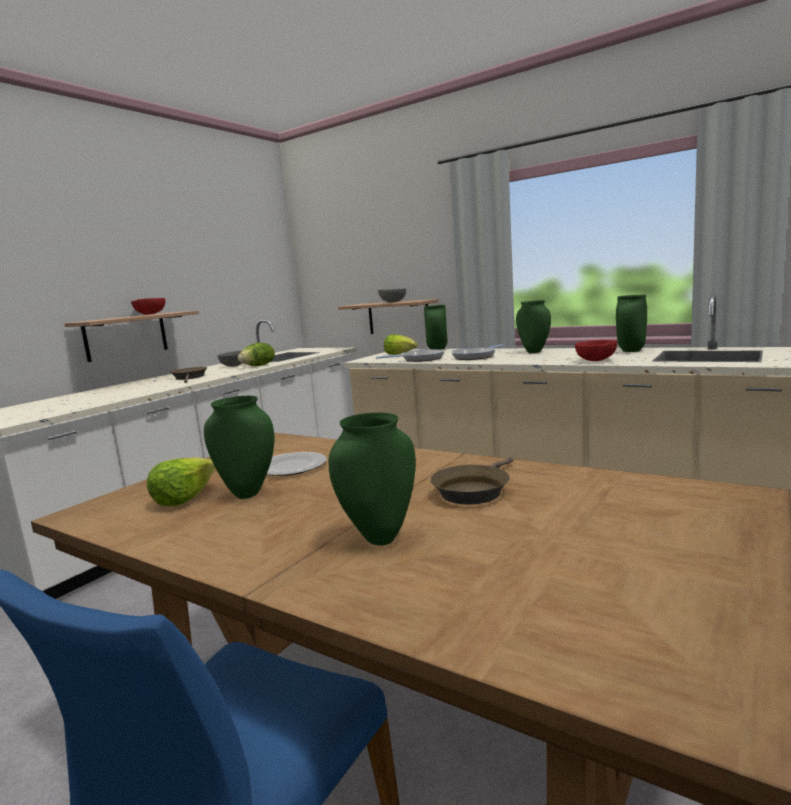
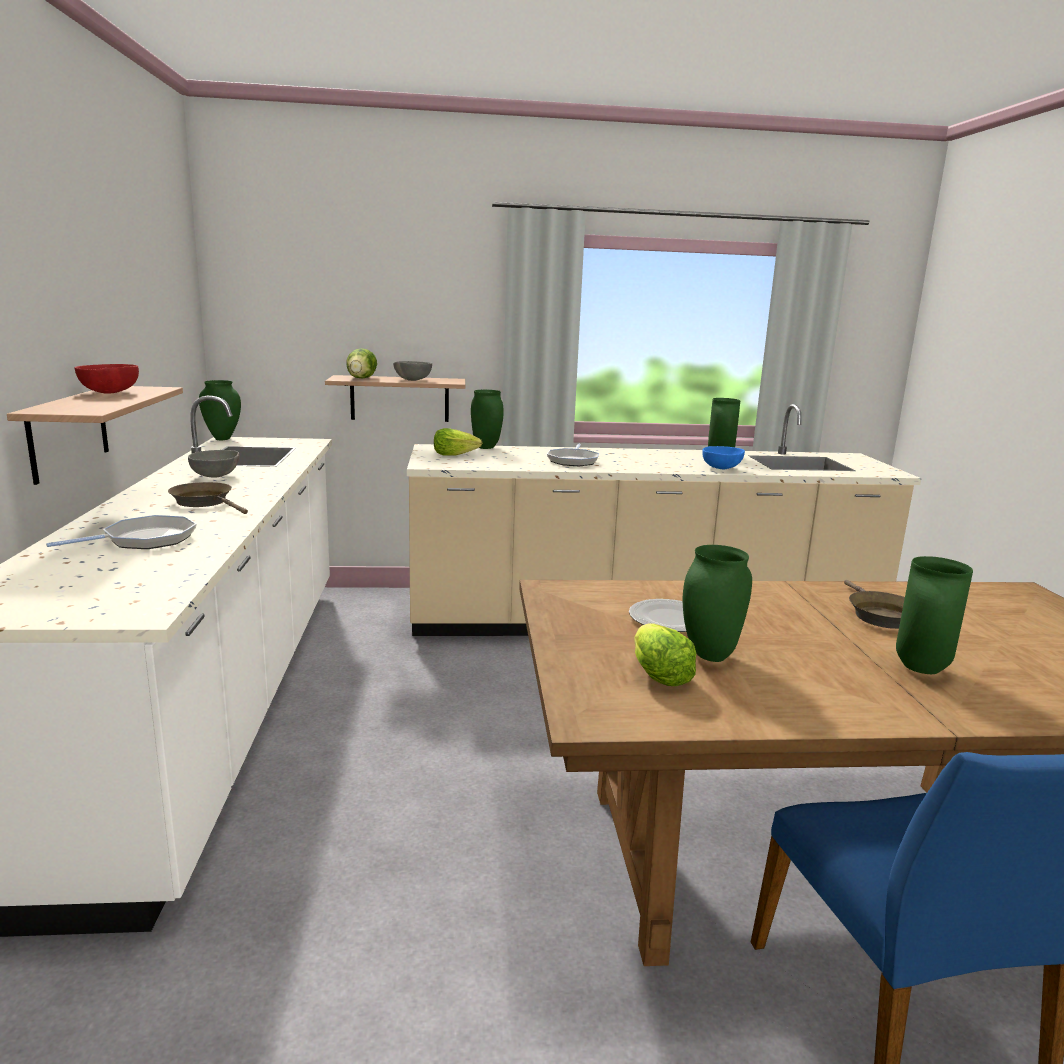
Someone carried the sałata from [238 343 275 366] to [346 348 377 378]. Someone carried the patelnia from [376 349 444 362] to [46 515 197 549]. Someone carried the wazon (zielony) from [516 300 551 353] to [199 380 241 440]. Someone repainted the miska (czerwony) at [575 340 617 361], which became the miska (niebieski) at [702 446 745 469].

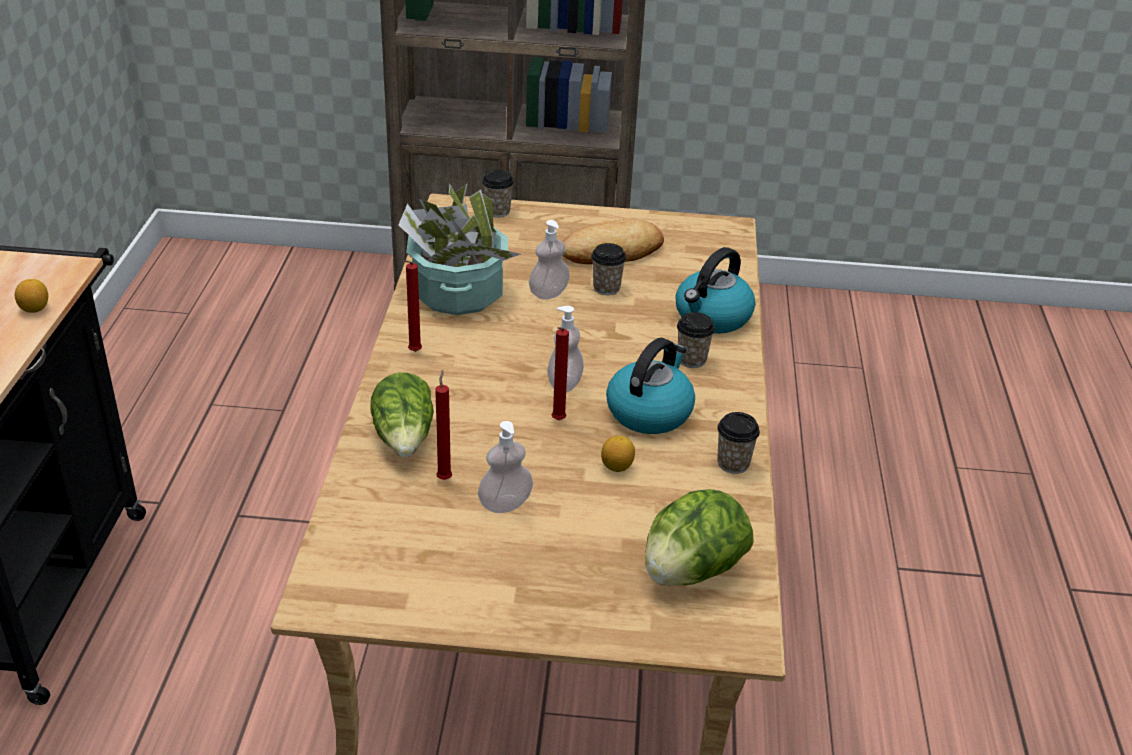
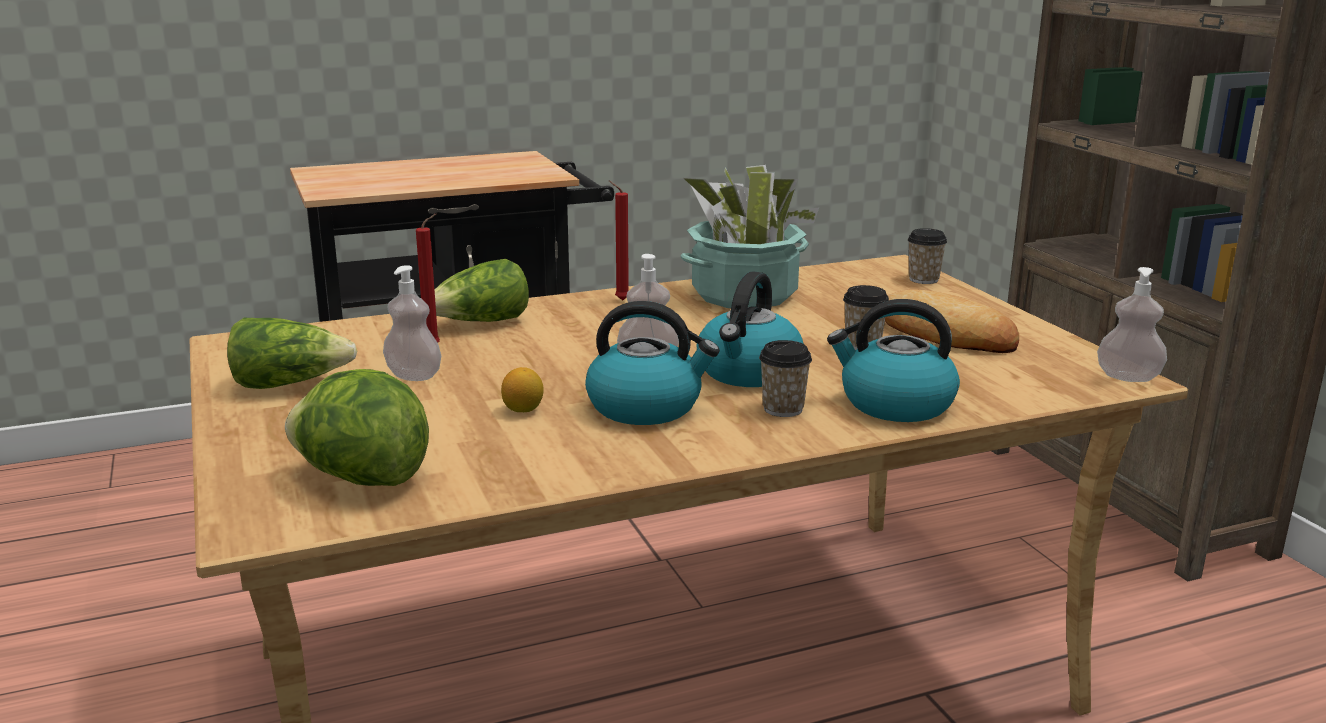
Someone took away the cytryna at [15 279 48 313]. Someone carried the dozownik mydła from [529 220 570 299] to [1097 267 1167 382]. Someone took away the świeca (czerwony) at [552 327 569 420]. Someone took away the filiżanka at [717 412 760 474]. Someone put down the sałata at [227 318 357 389]. Someone put down the czajnik at [697 272 804 387].

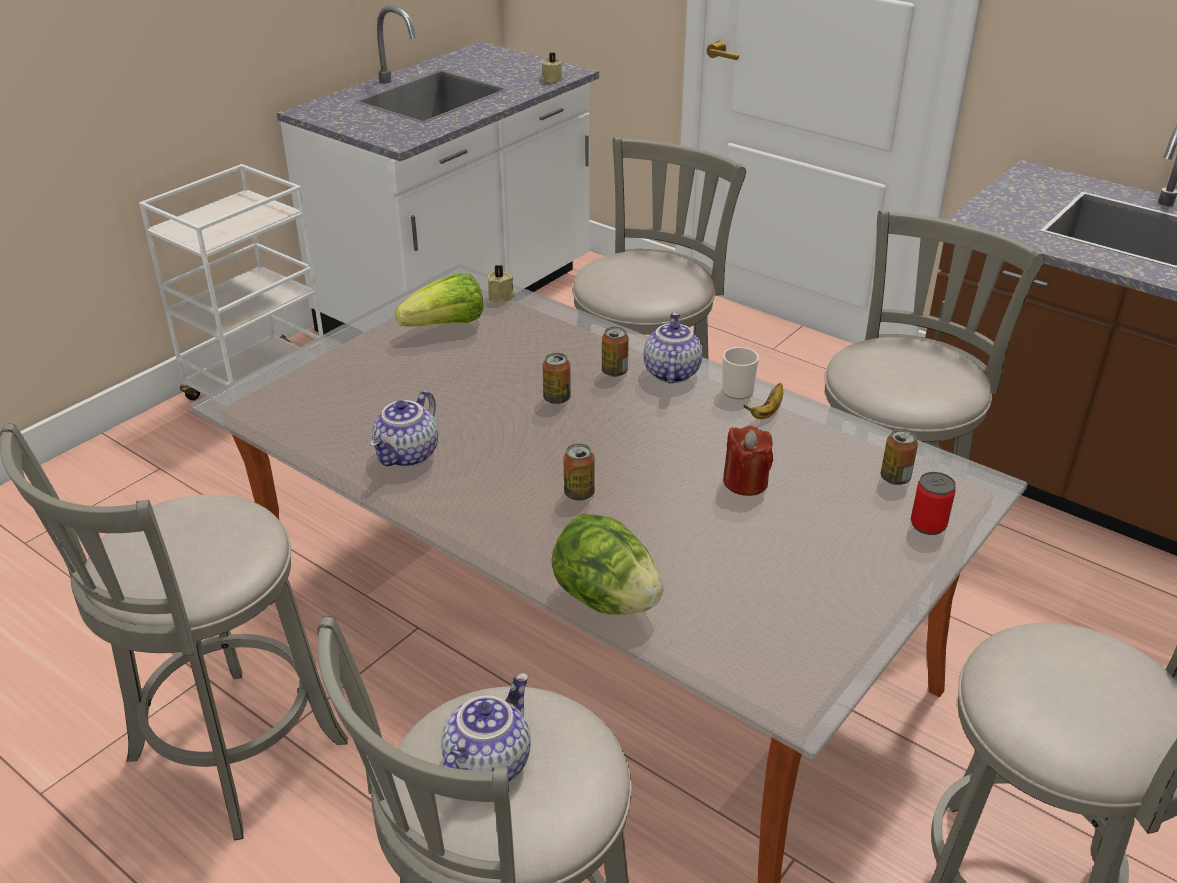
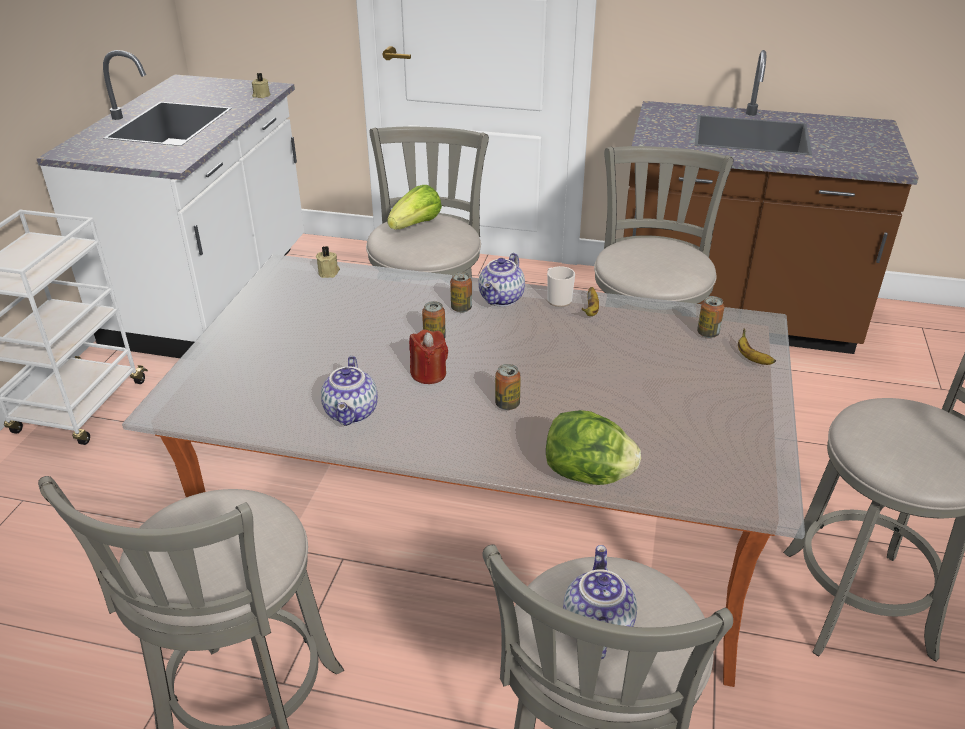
Someone carried the sałata from [395 273 484 327] to [387 185 442 230]. Someone rotated the imbryk at [643 312 703 383] by 135 degrees counterclockwise. Someone carried the świeca (czerwony) from [723 426 773 496] to [409 329 448 384]. Someone swapped the puszka at [911 472 956 535] for the banan at [738 328 776 365].

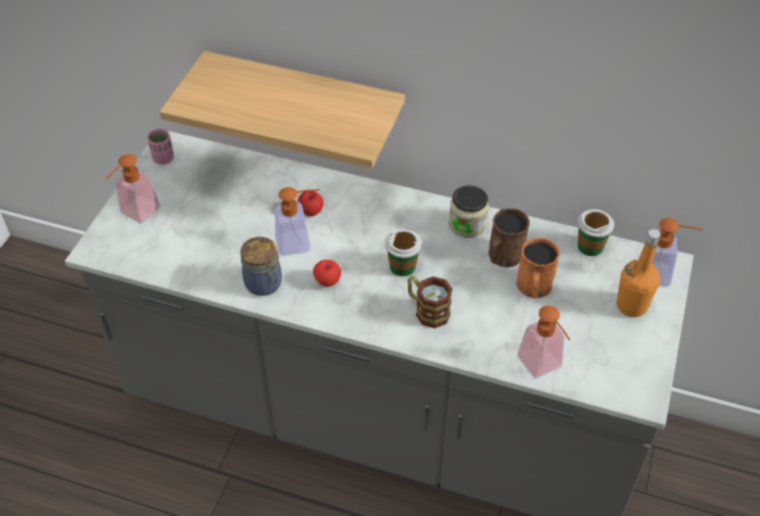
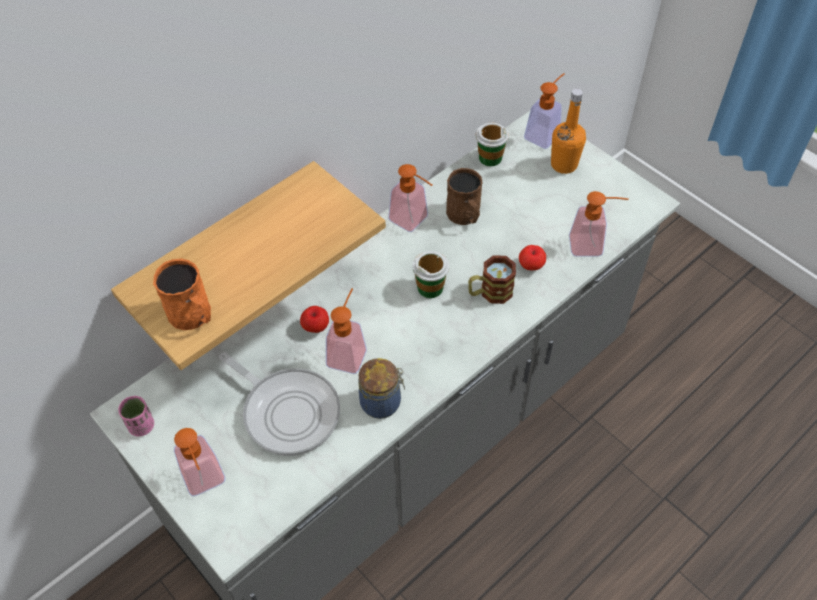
Someone carried the jabłko from [313 260 341 287] to [519 245 546 270]. Someone swapped the słoik at [449 186 489 238] for the dozownik mydła at [388 164 432 232]. Someone carried the kubek (pomarańczowy) from [516 238 560 298] to [153 258 211 330]. Someone put down the patelnia at [219 352 340 456].

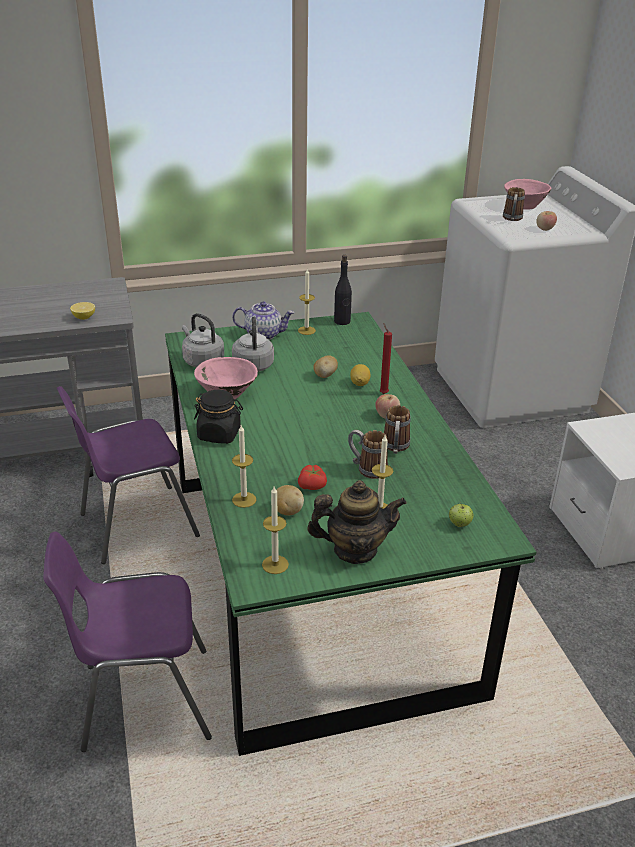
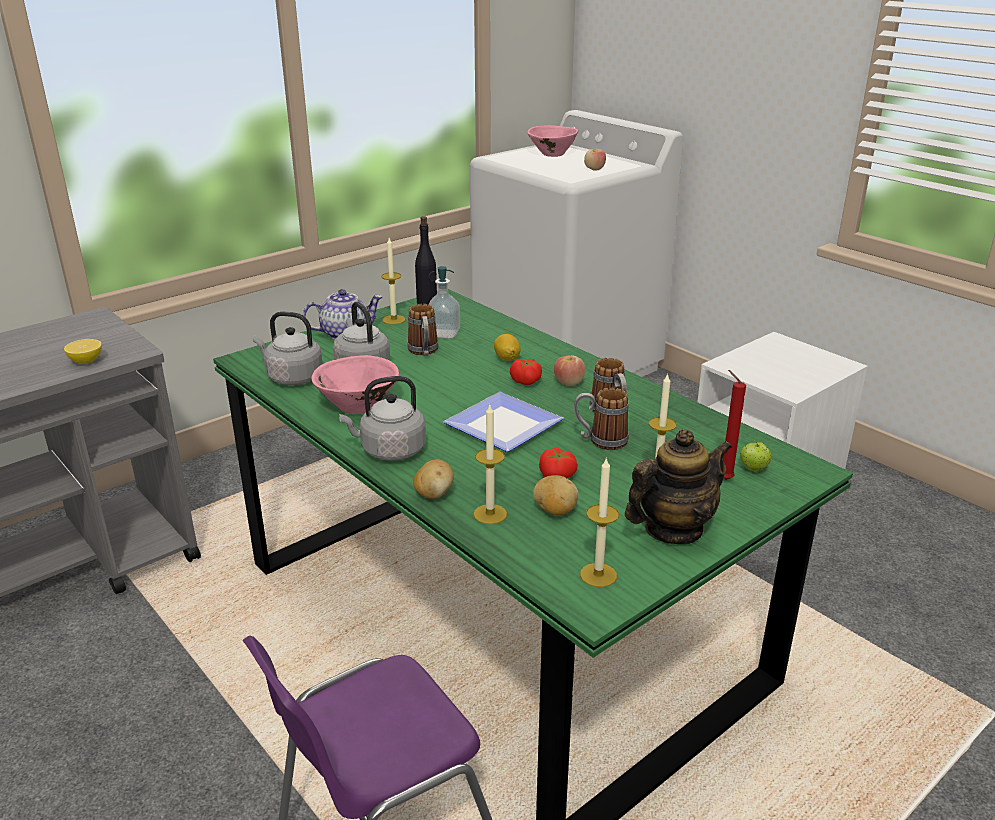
Someone took away the krzesło (fioletowy) at [57 386 200 564]. Someone swapped the słoik (czarny) at [194 390 243 444] for the czajnik (szary) at [339 376 426 461]. Someone carried the ziemniak from [313 355 338 378] to [413 459 454 499]. Someone carried the świeca (czerwony) from [379 323 392 394] to [723 370 746 480]. Someone carried the kubek from [503 187 525 221] to [407 304 439 356]. Someone put down the dozownik mydła at [429 266 460 338]. Someone put down the talerz at [443 392 564 452]. Someone put down the pomidor at [510 359 542 385].

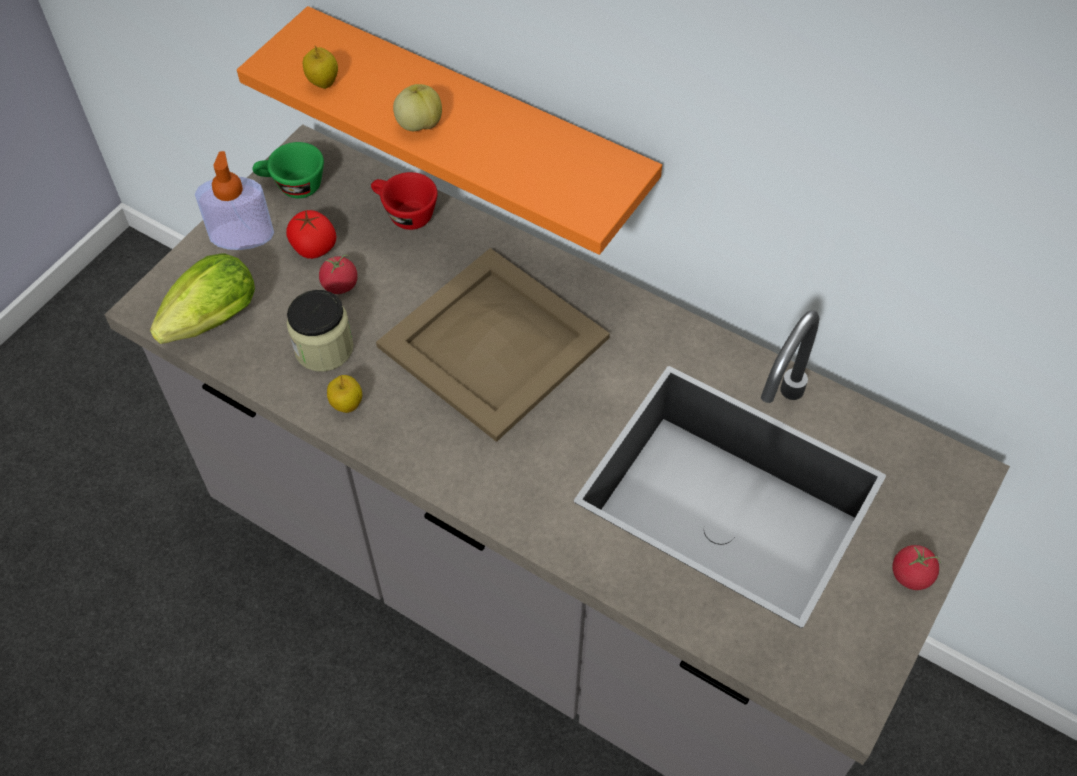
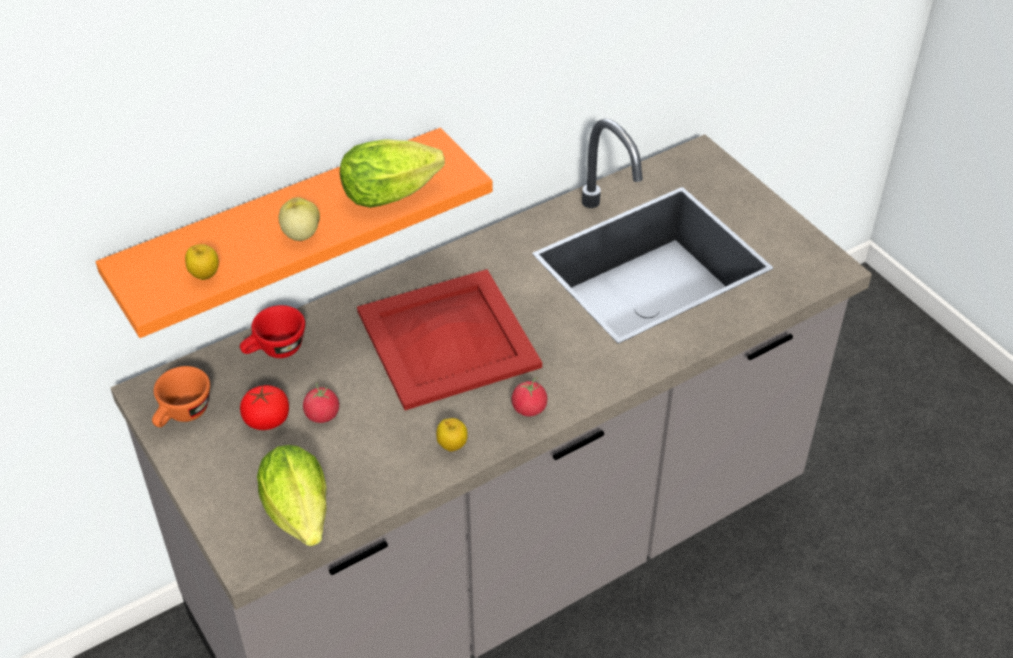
Someone took away the dozownik mydła at [195 151 274 250]. Someone repainted the filiżanka (zielony) at [252 142 324 198], which became the filiżanka (pomarańczowy) at [152 366 210 427]. Someone took away the słoik at [287 290 354 372]. Someone repainted the taca (beżowy) at [376 248 610 442], which became the taca (czerwony) at [357 269 542 410]. Someone carried the pomidor from [893 545 941 590] to [512 377 548 416]. Someone put down the sałata at [340 139 445 208].

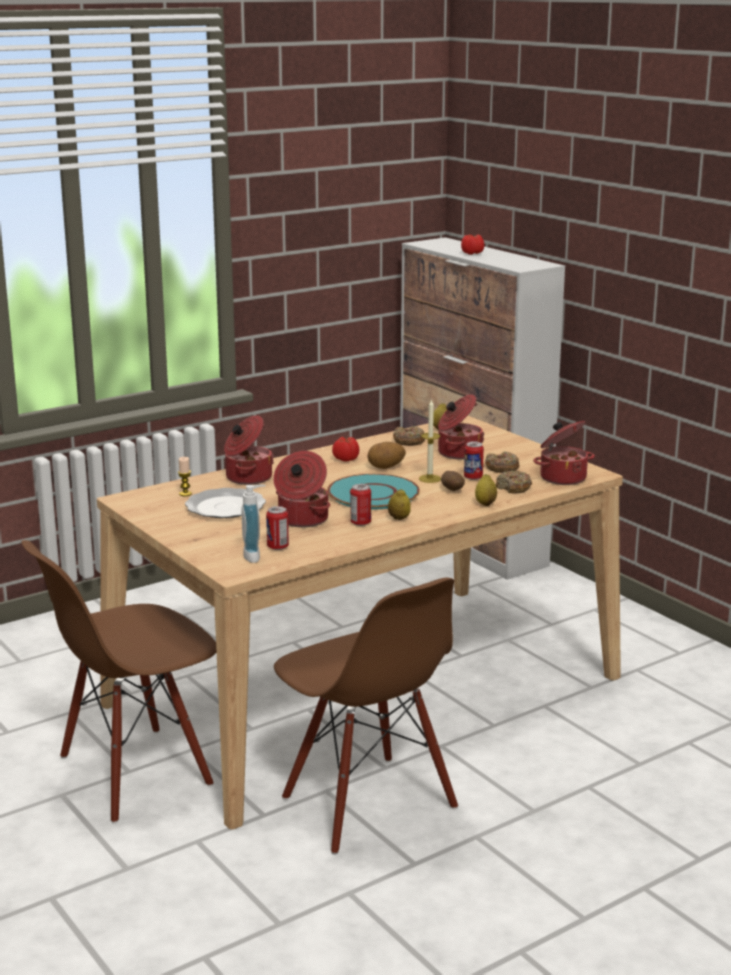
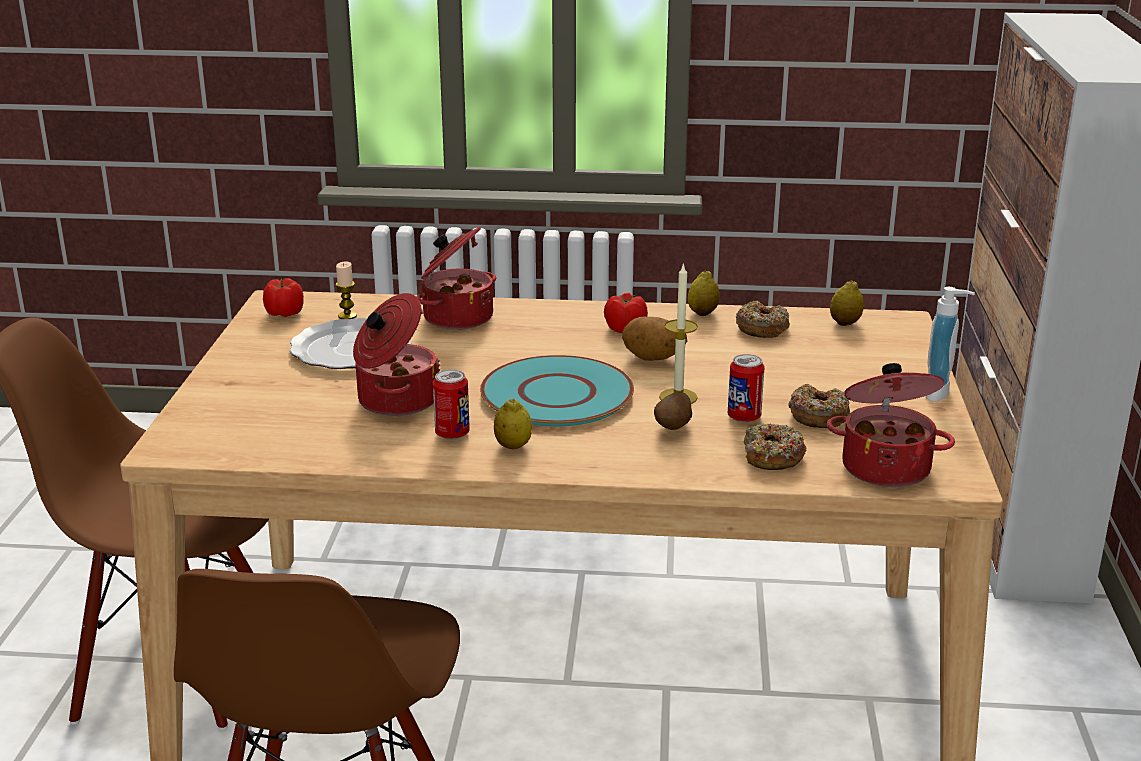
Someone carried the dozownik mydła from [241 485 266 563] to [926 287 975 401]. Someone took away the puszka at [266 506 289 550]. Someone took away the garnek at [438 394 485 460]. Someone carried the pomidor from [461 235 484 255] to [263 279 304 317]. Someone carried the cytryna from [475 474 497 506] to [688 270 720 316].

